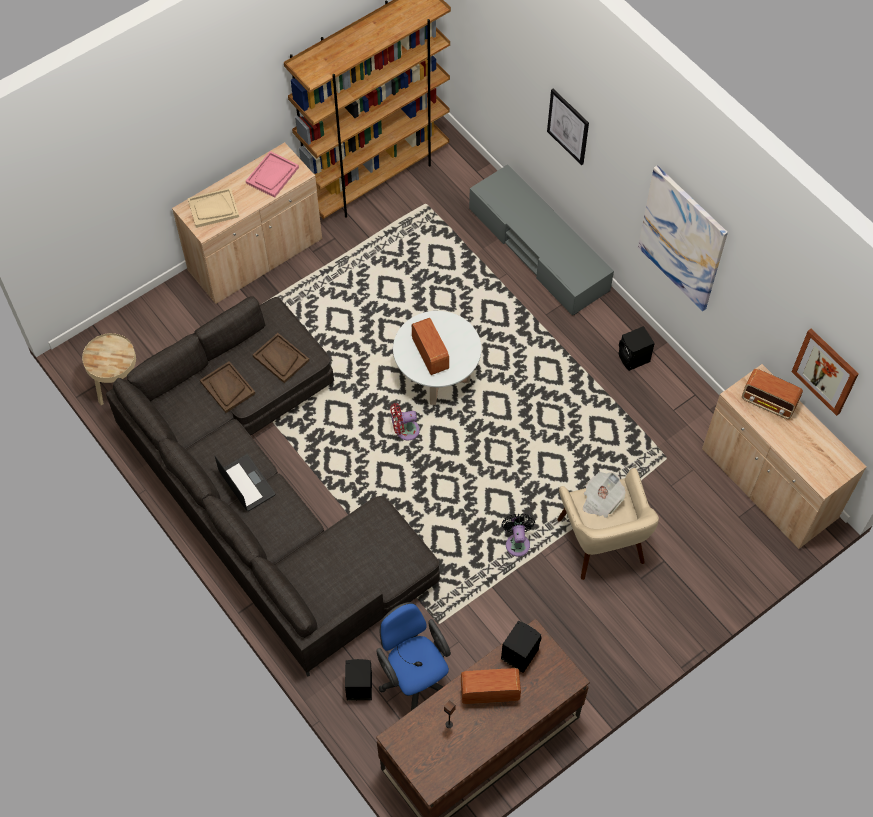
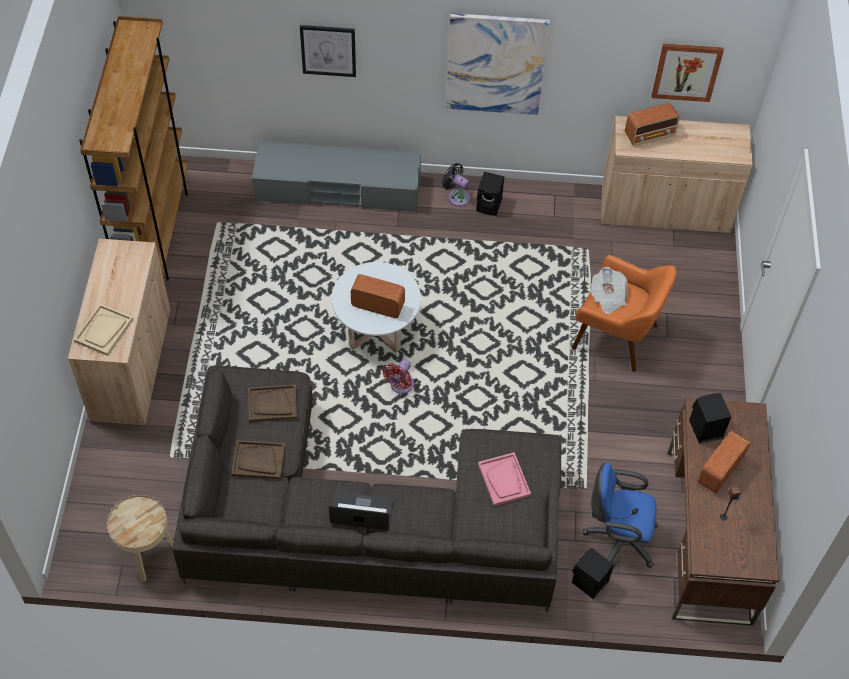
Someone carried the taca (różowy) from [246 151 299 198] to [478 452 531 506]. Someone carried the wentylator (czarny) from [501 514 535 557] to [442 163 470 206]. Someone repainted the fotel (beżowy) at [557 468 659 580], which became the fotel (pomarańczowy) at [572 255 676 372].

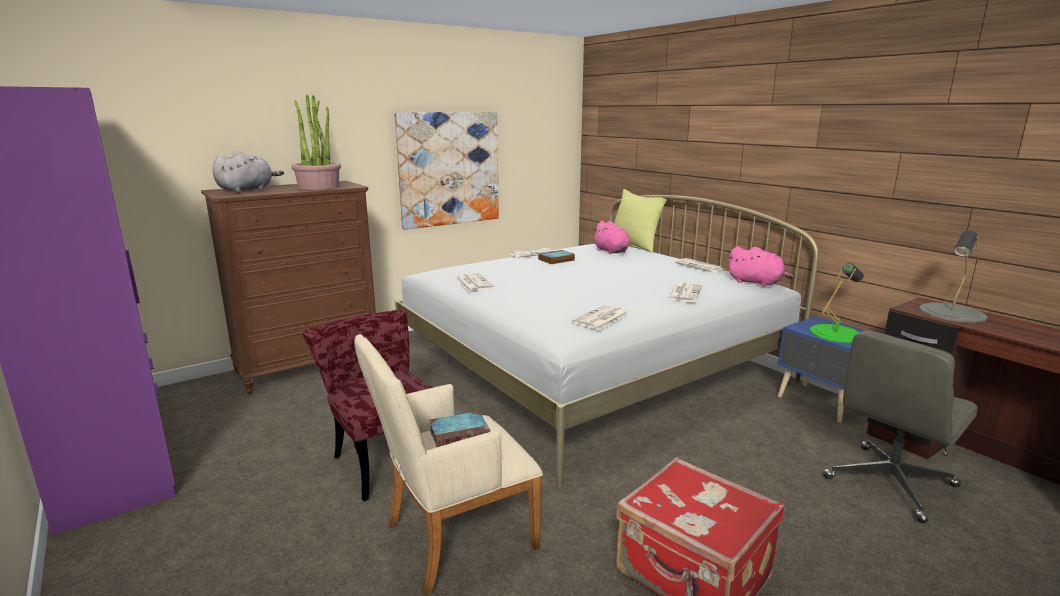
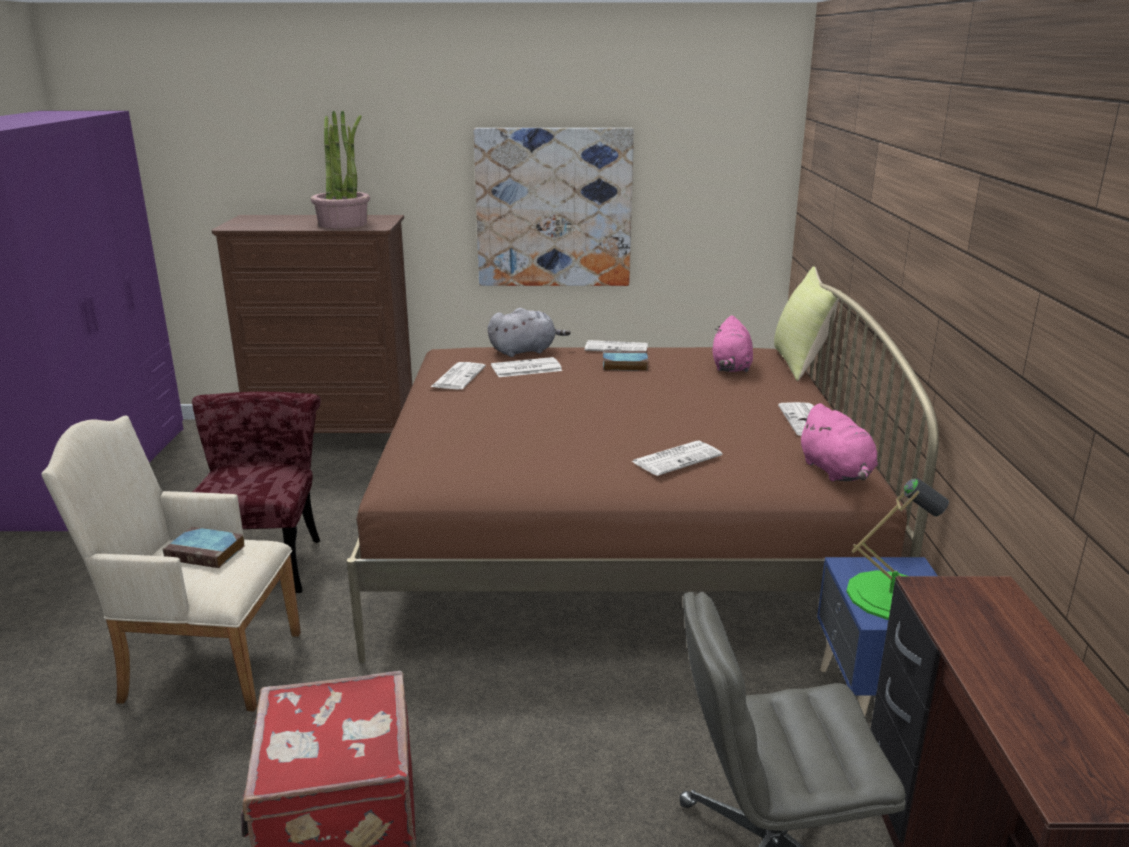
Someone carried the pluszak (szary) from [212 152 284 193] to [488 308 571 357]. Someone repainted the łóżko (biały) at [395 195 819 489], which became the łóżko (brązowy) at [347 283 939 663]. Someone carried the gazeta from [572 305 630 330] to [491 357 562 377]. Someone took away the lampa stołowa (szary) at [919 231 987 323].

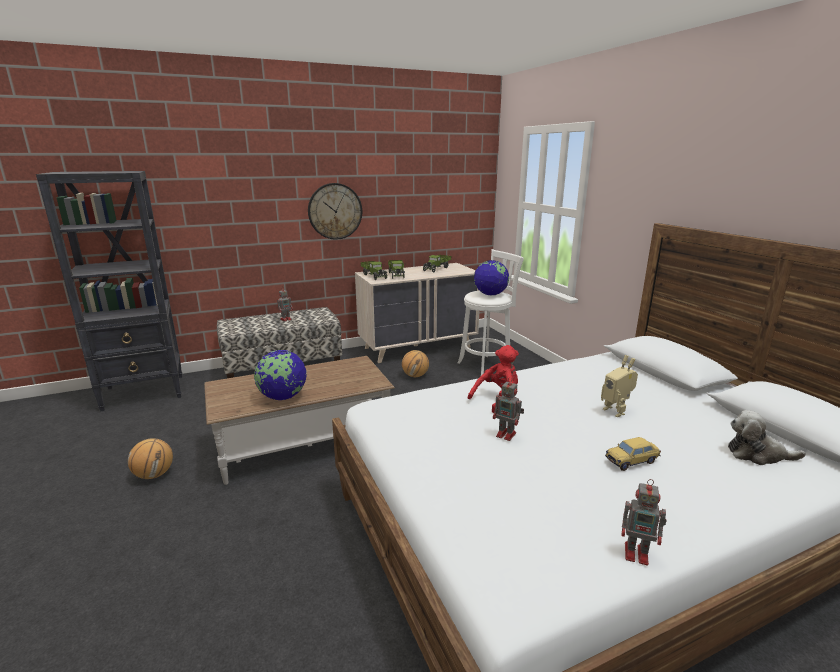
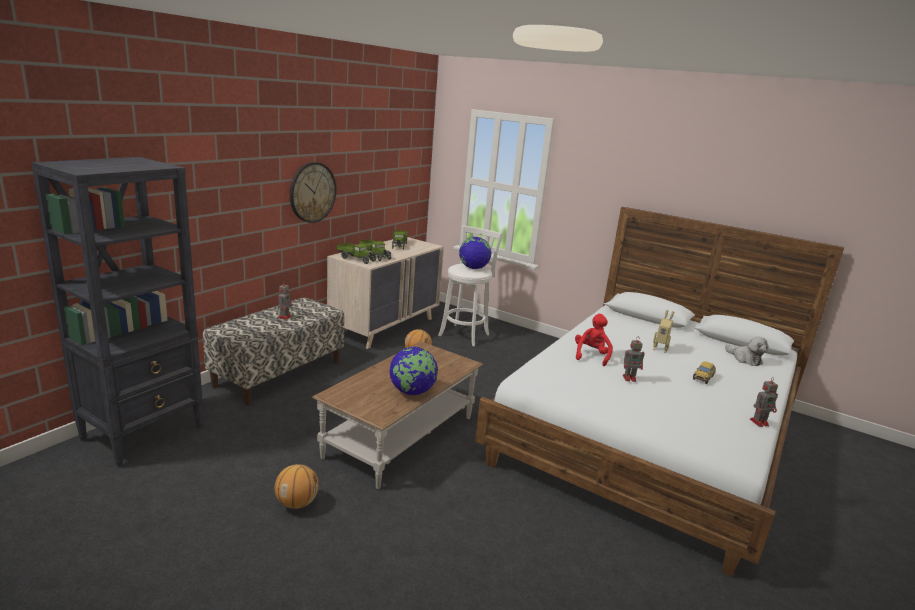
Someone rotated the pluszak at [728 410 806 465] by 105 degrees counterclockwise.

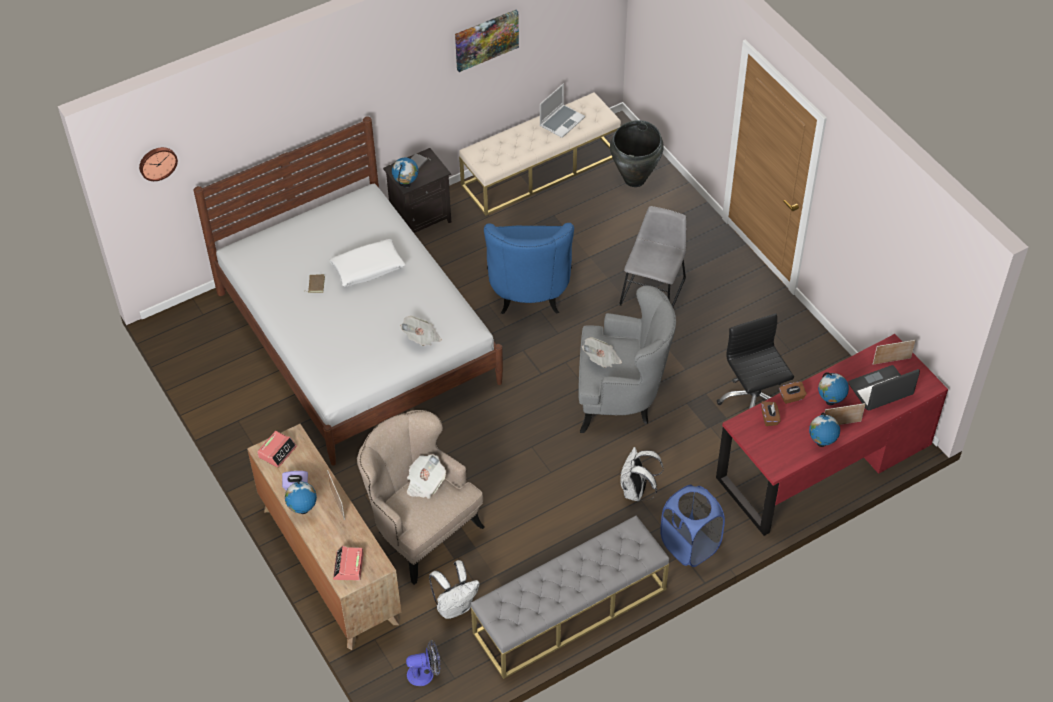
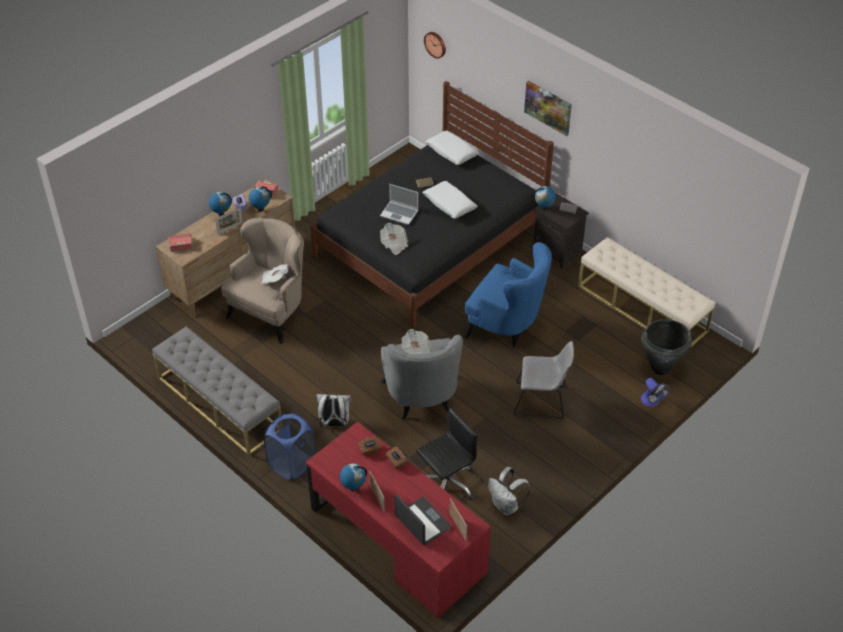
Someone repainted the łóżko (biały) at [194 116 503 466], which became the łóżko (czarny) at [310 81 554 328]. Someone carried the wentylator from [406 640 440 686] to [641 378 670 407]. Someone carried the plecak (biały) from [429 560 479 619] to [488 467 530 515]. Someone carried the obraz from [455 10 519 72] to [524 81 572 136]. Someone rotated the fotel (niebieski) at [484 223 574 314] by 135 degrees counterclockwise. Someone carried the laptop from [540 84 585 138] to [380 184 418 225]. Someone carried the globus from [818 372 849 405] to [249 186 270 212]. Someone put down the poduszka (biały) at [426 131 479 165].

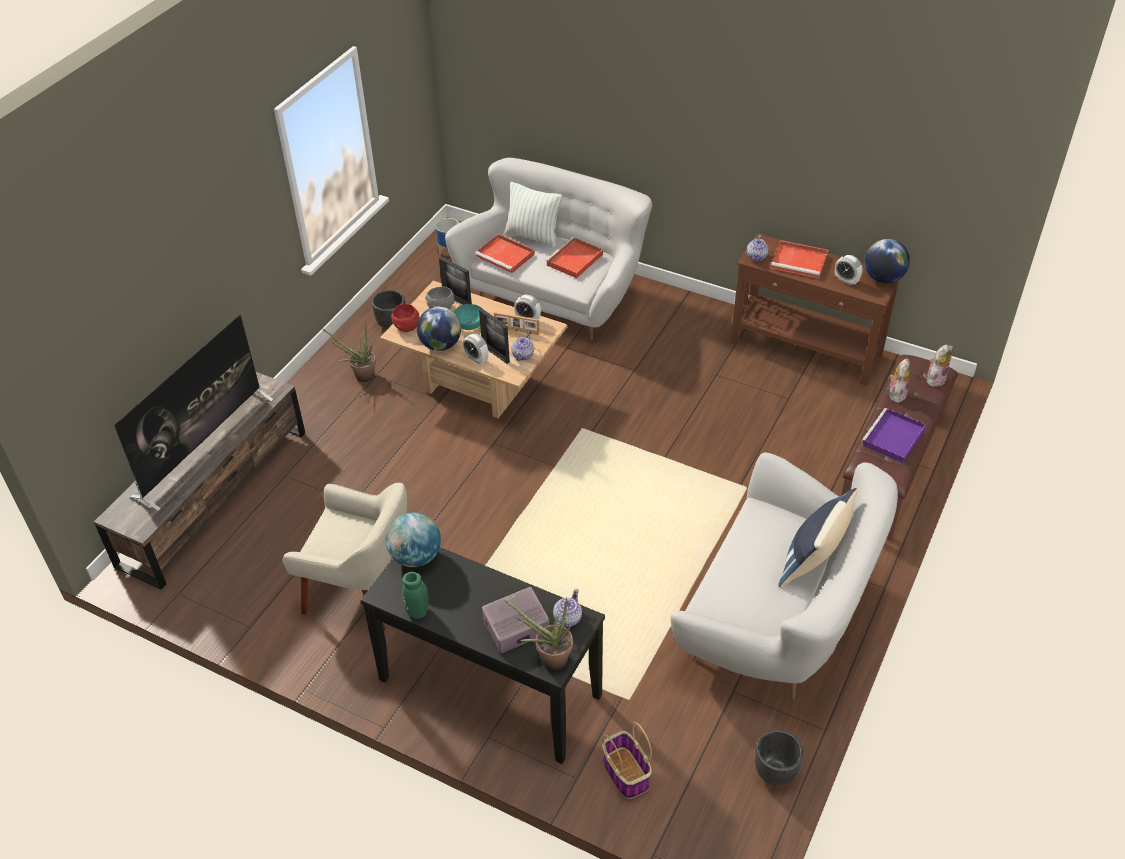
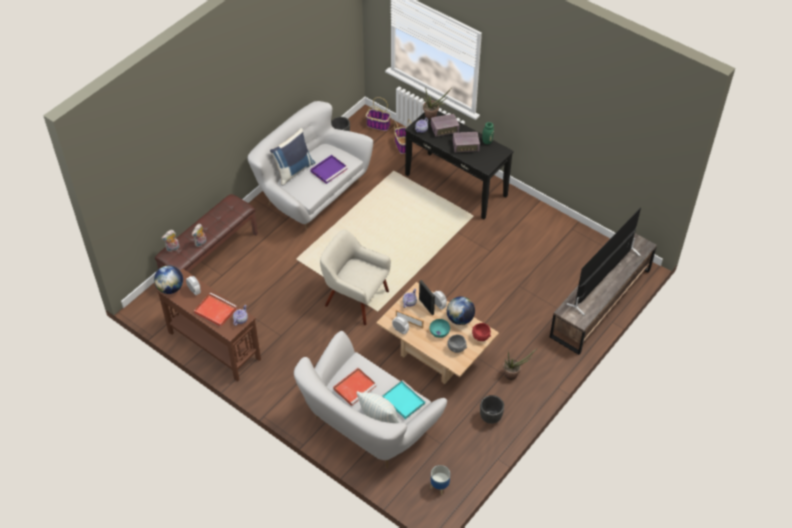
Someone carried the fotel (beżowy) from [282 483 407 631] to [320 230 391 325]. Someone took away the globus at [386 512 441 567]. Someone took away the ramka na zdjęcie at [439 257 472 305]. Someone repainted the taca (czerwony) at [475 234 535 273], which became the taca (turkusowy) at [382 380 426 419]. Someone carried the taca (fioletowy) from [862 408 926 463] to [310 155 348 184]. Someone put down the koszyk at [366 97 391 131]. Someone put down the radio at [453 132 480 153].

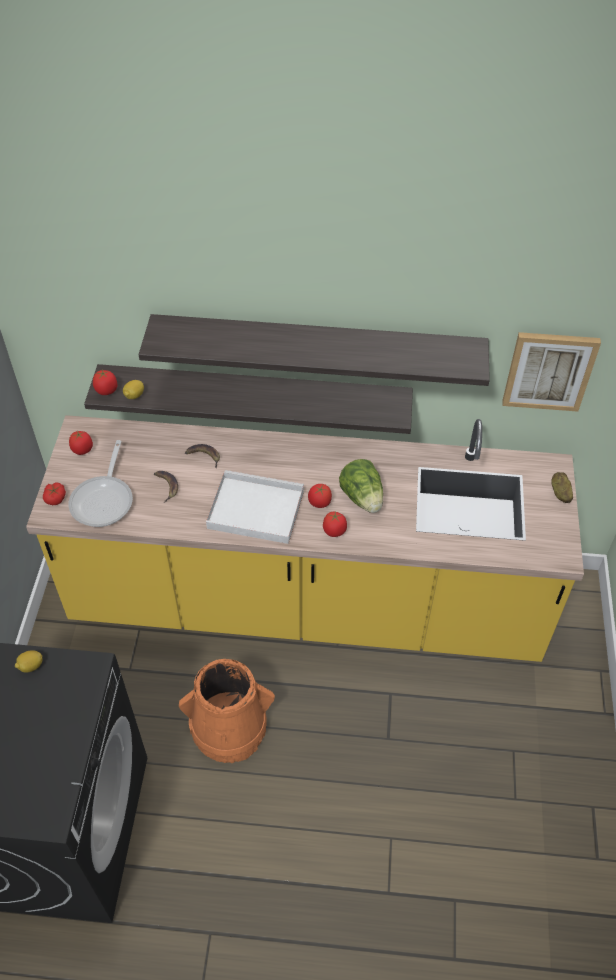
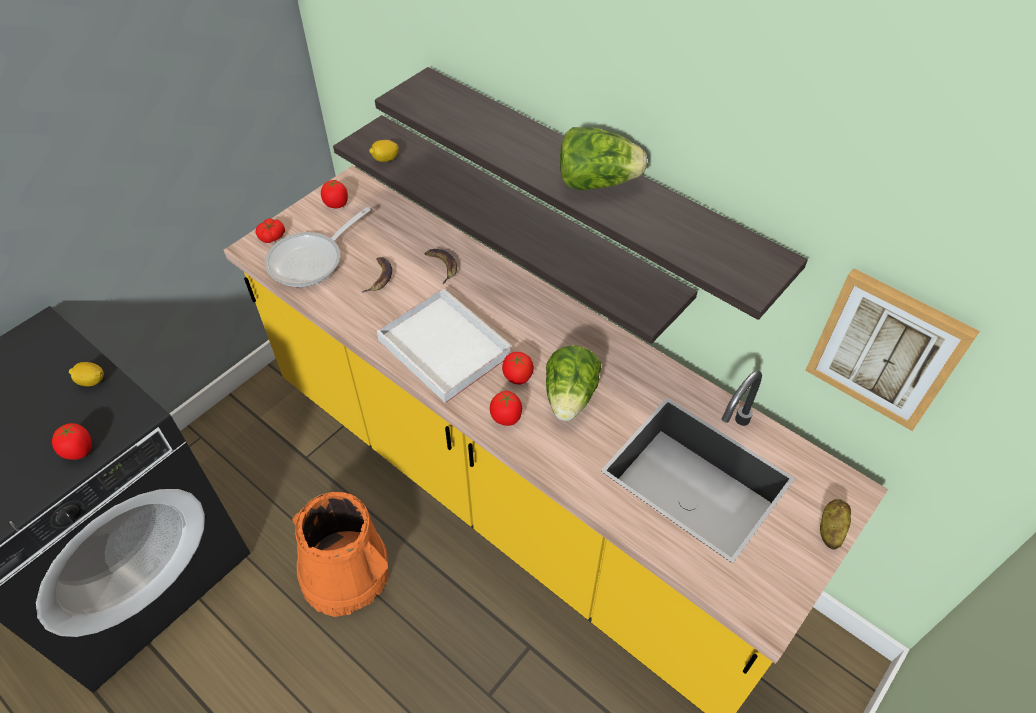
Someone carried the pomidor from [93 370 118 395] to [52 423 91 460]. Someone put down the sałata at [560 127 647 190].

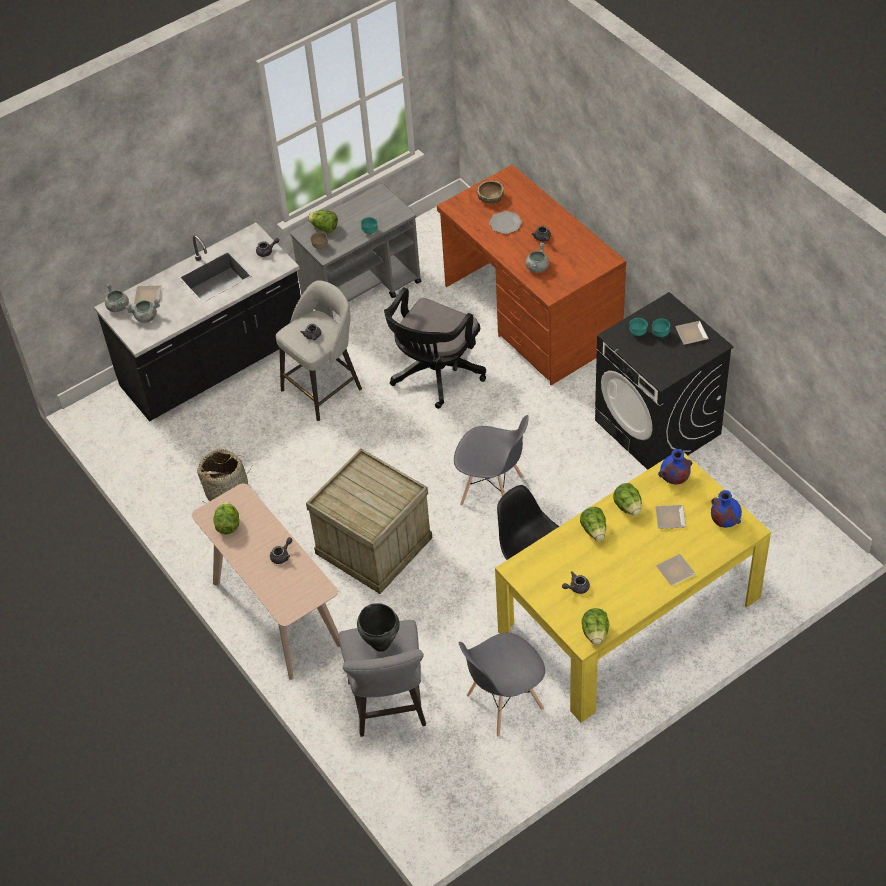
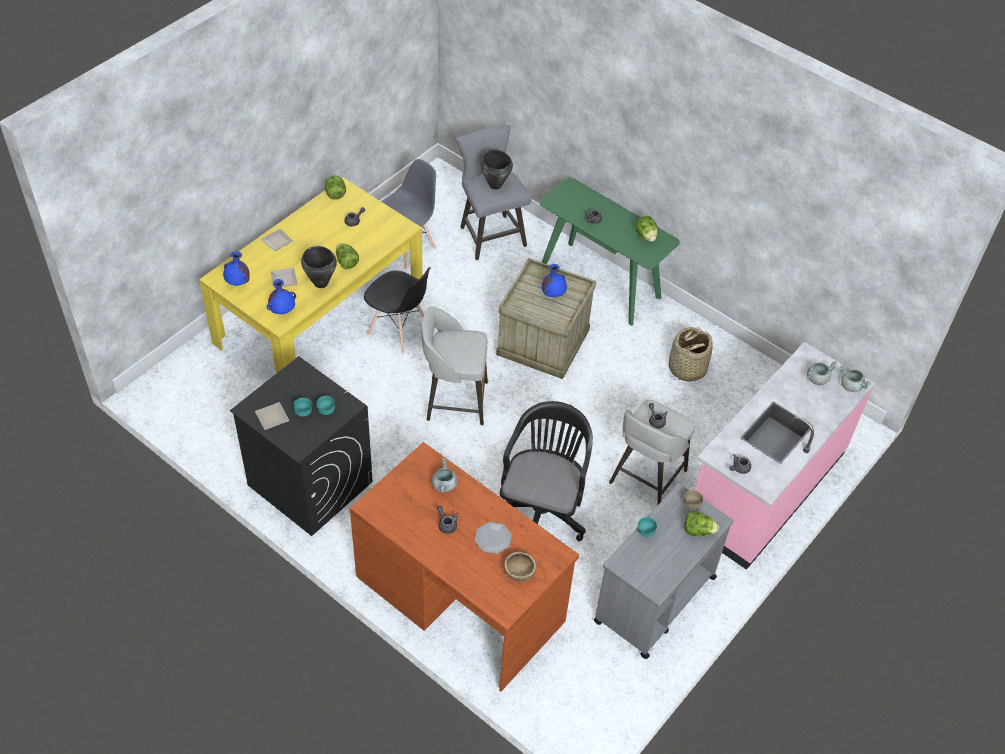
Someone repainted the zabudowa kuchenna (czarny) at [94 223 301 422], which became the zabudowa kuchenna (różowy) at [695 342 875 570]. Someone took away the talerz at [134 285 162 304]. Someone repainted the stolik konsolowy (beżowy) at [192 483 340 680], which became the stolik konsolowy (zielony) at [539 178 680 326]. Someone swapped the krzesło (szary) at [454 415 529 506] for the stołek (szary) at [421 307 488 425]. Someone swapped the sałata at [613 483 642 515] for the garnek (czarny) at [301 246 337 288]. Someone put down the wazon (niebieski) at [542 264 567 297].

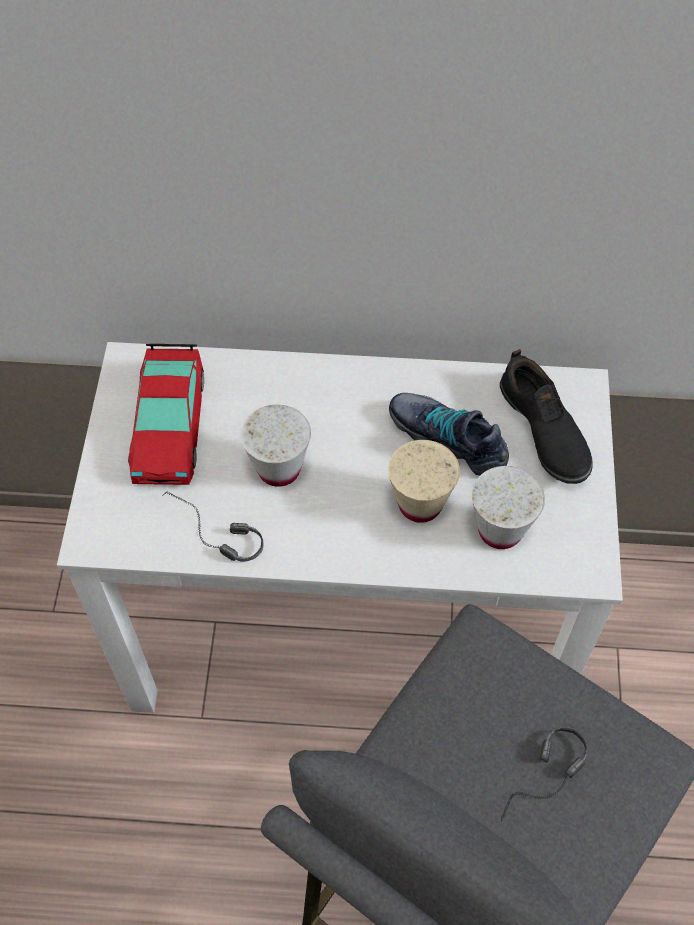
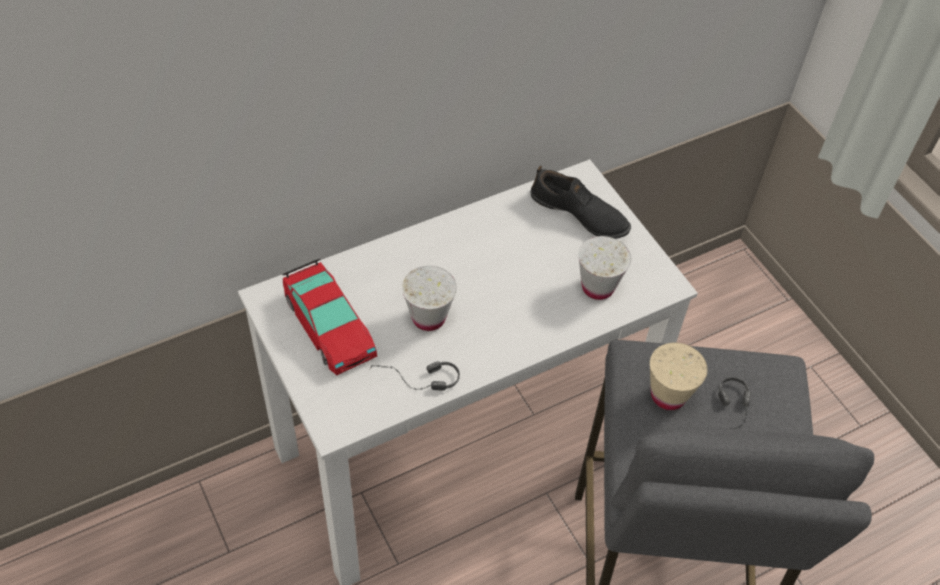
Someone carried the filiżanka (beżowy) from [388 440 460 523] to [650 343 708 410]. Someone took away the but at [389 393 509 476].

